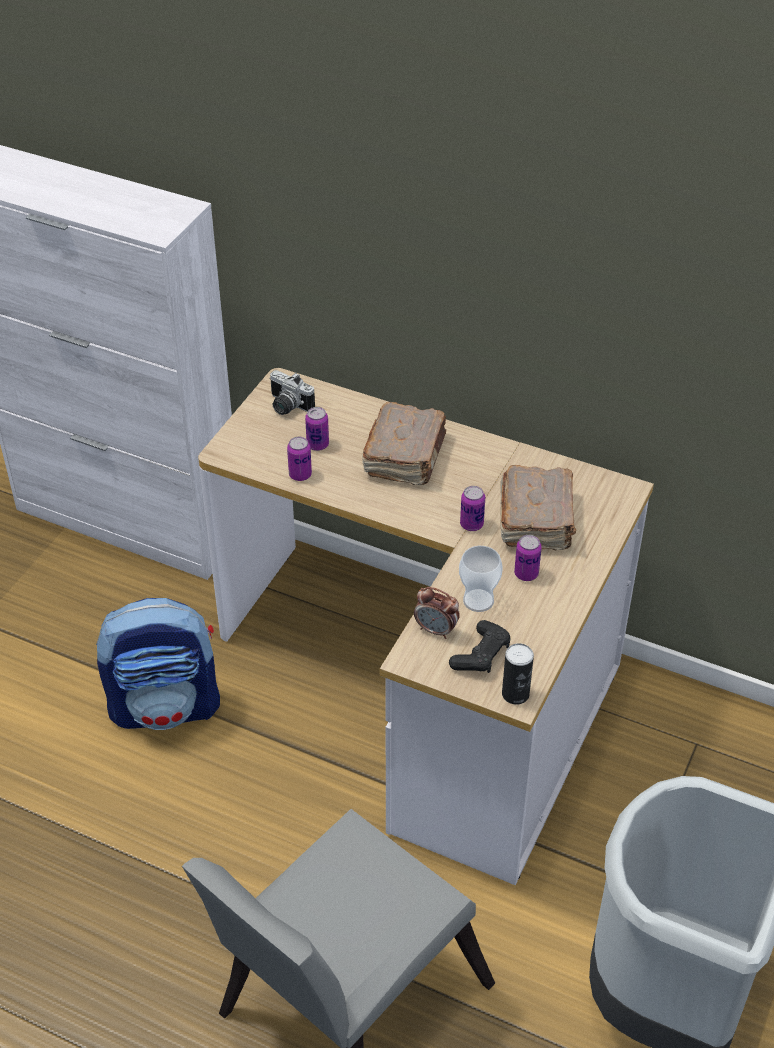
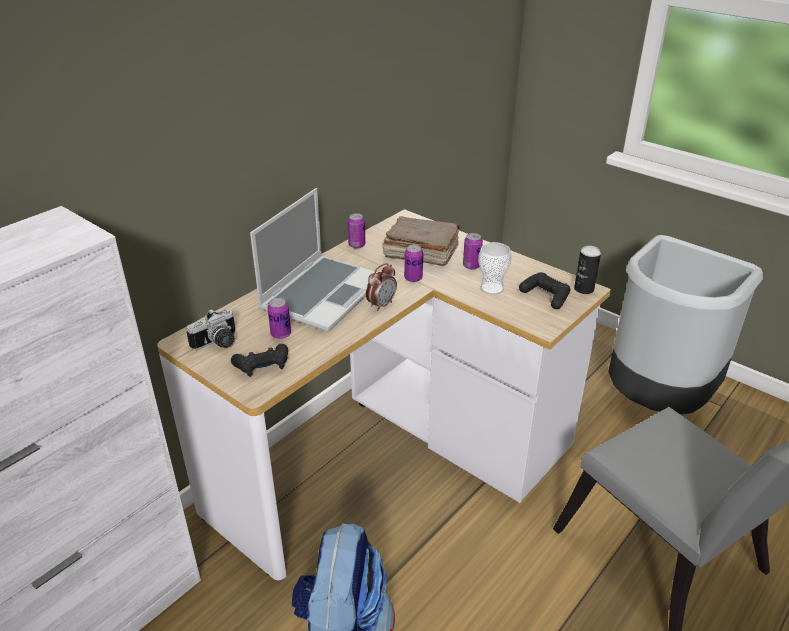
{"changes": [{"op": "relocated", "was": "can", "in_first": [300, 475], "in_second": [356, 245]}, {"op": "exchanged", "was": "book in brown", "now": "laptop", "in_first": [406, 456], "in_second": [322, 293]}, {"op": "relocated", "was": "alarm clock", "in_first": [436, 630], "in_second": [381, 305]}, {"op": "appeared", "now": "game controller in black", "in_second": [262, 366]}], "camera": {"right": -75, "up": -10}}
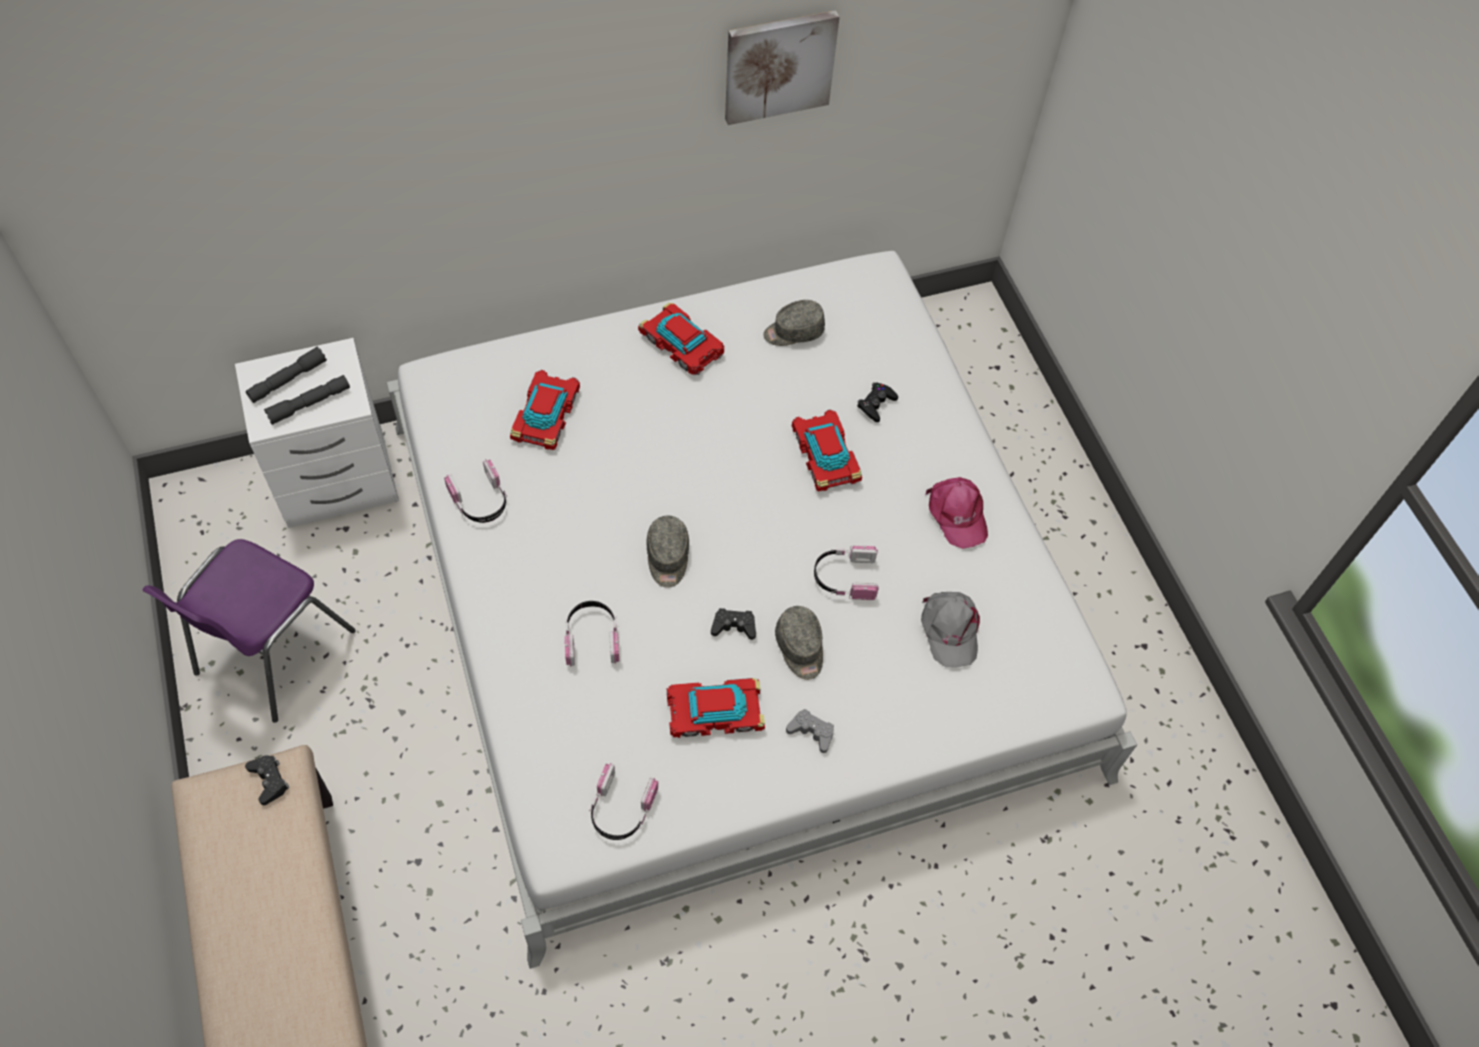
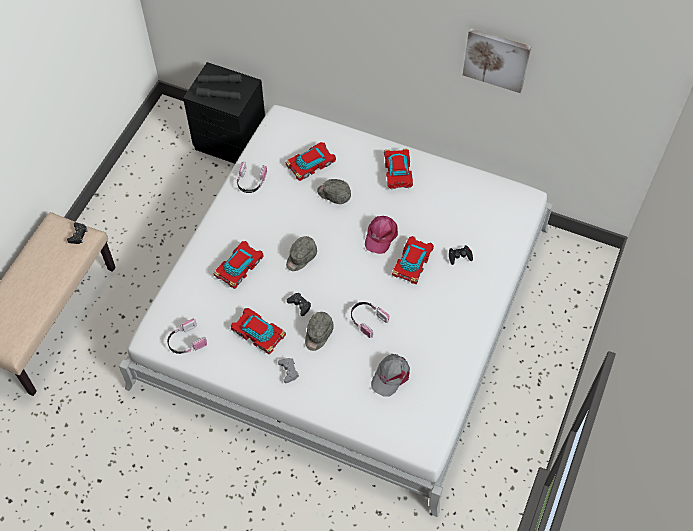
{"changes": [{"op": "missing", "was": "chair in purple", "in_first": [270, 654]}, {"op": "colour", "was": "nightstand in white", "now": "nightstand in black", "in_first": [339, 480], "in_second": [231, 143]}, {"op": "exchanged", "was": "headphones", "now": "toy car", "in_first": [592, 637], "in_second": [239, 267]}, {"op": "relocated", "was": "cap in grey", "in_first": [793, 332], "in_second": [333, 194]}, {"op": "relocated", "was": "cap in pink", "in_first": [957, 514], "in_second": [380, 235]}], "camera": {"right": 45, "up": 0}}
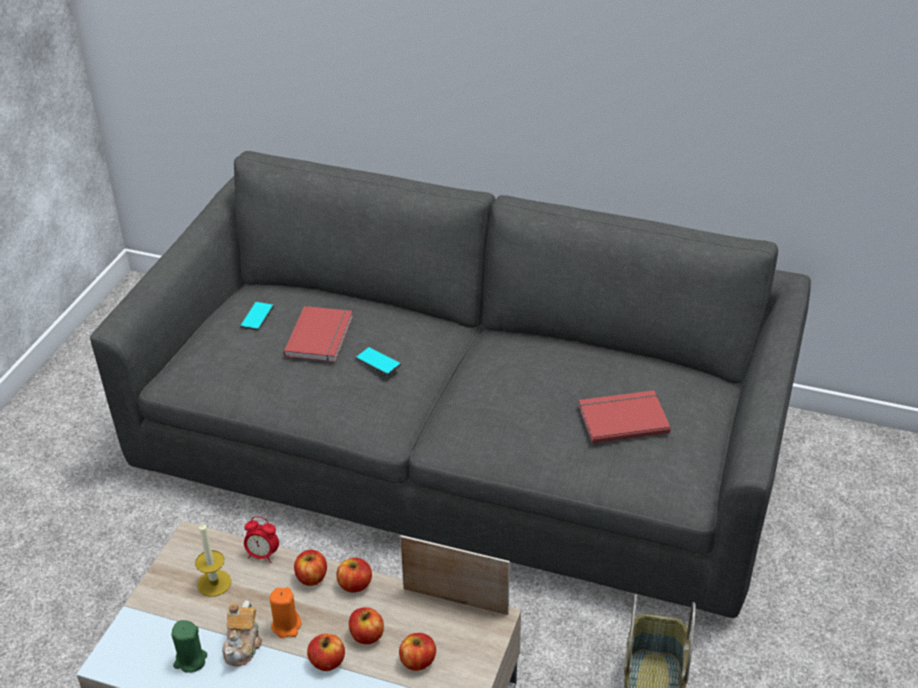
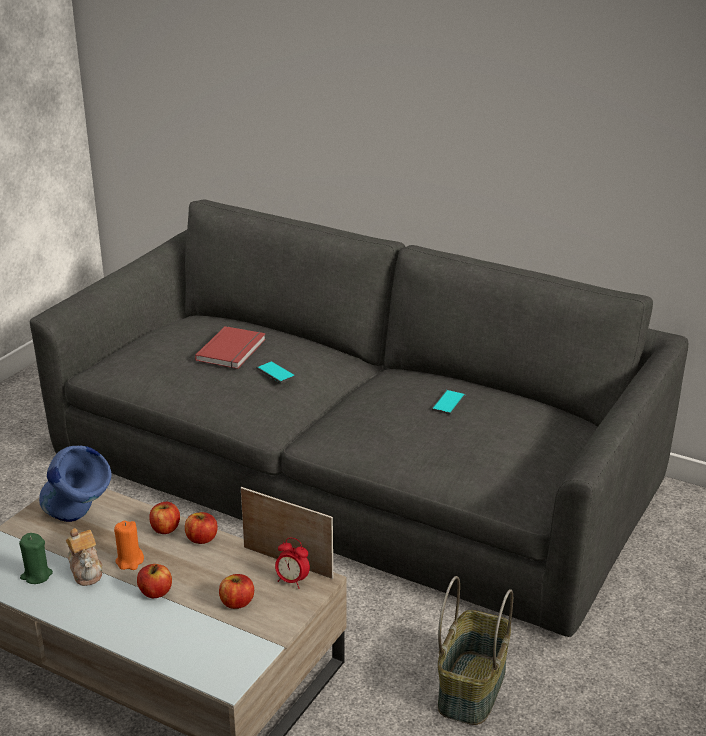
{"changes": [{"op": "exchanged", "was": "candle", "now": "vase in blue", "in_first": [214, 583], "in_second": [79, 522]}, {"op": "spun", "was": "teapot", "in_first": [243, 645], "in_second": [86, 570], "clockwise": -45}, {"op": "relocated", "was": "phone", "in_first": [257, 316], "in_second": [448, 402]}, {"op": "relocated", "was": "alarm clock", "in_first": [262, 555], "in_second": [292, 581]}, {"op": "missing", "was": "apple", "in_first": [366, 635]}, {"op": "missing", "was": "book in red", "in_first": [622, 418]}], "camera": {"right": 10, "up": -10}}
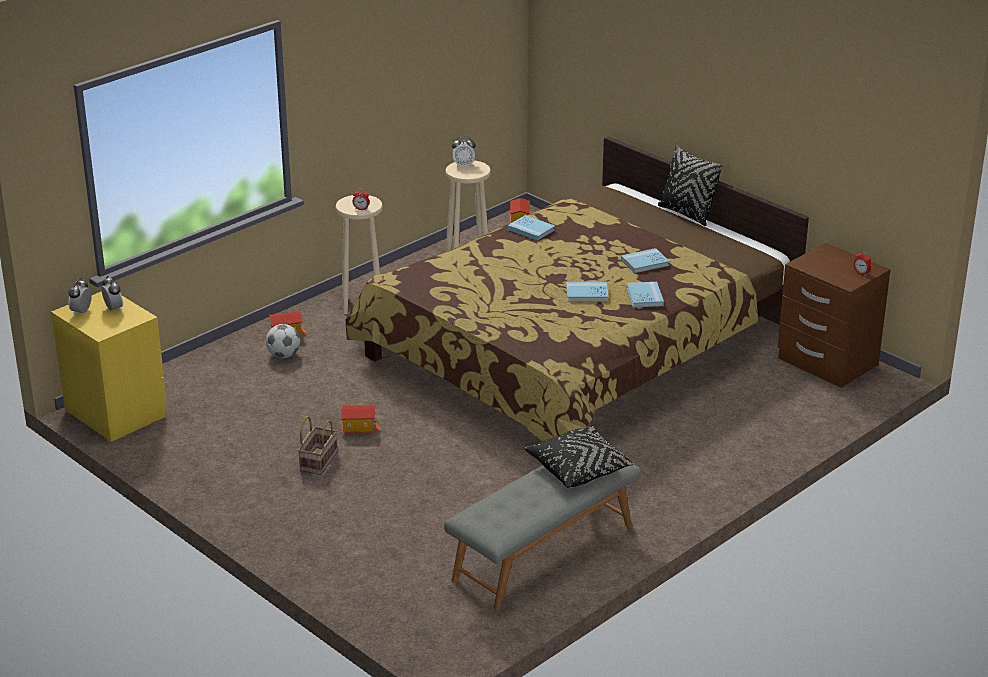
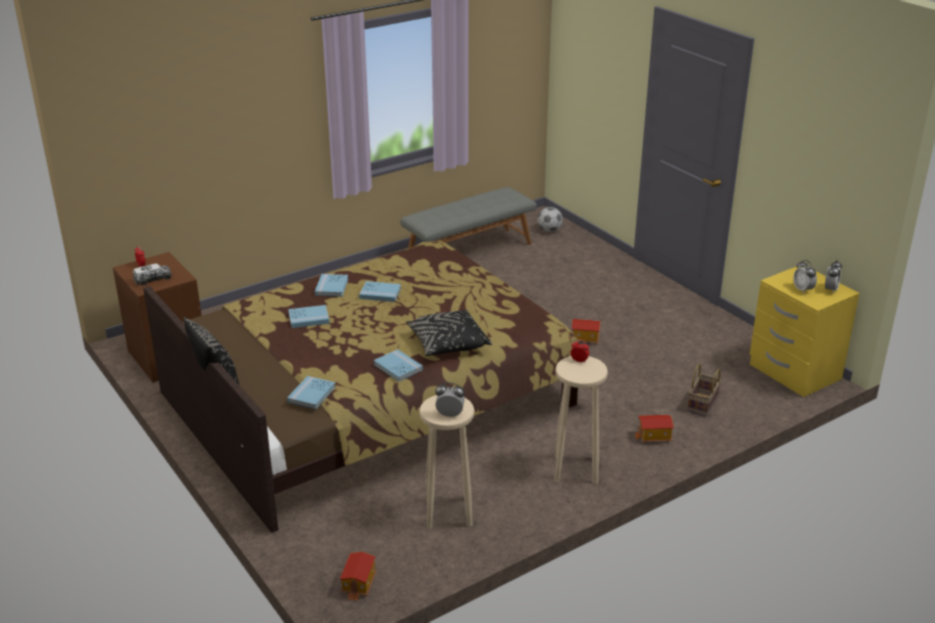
{"changes": [{"op": "relocated", "was": "football", "in_first": [283, 355], "in_second": [549, 230]}, {"op": "relocated", "was": "basket", "in_first": [318, 460], "in_second": [703, 405]}, {"op": "relocated", "was": "pillow in black", "in_first": [579, 468], "in_second": [448, 344]}, {"op": "appeared", "now": "toy truck", "in_second": [153, 279]}, {"op": "appeared", "now": "book in blue", "in_second": [311, 394]}], "camera": {"right": -170, "up": 0}}
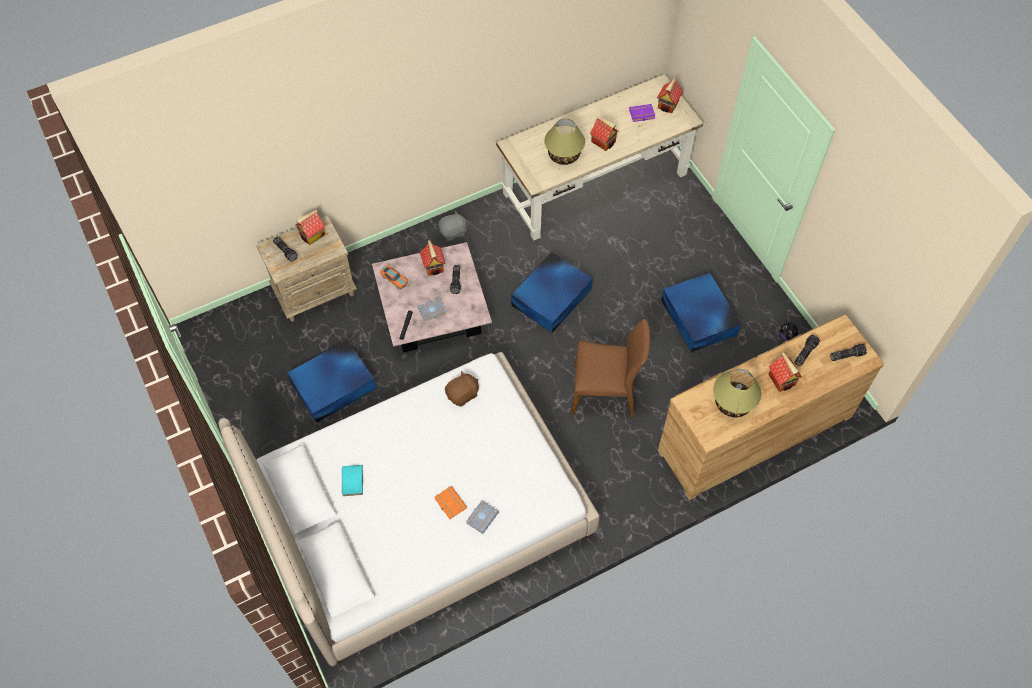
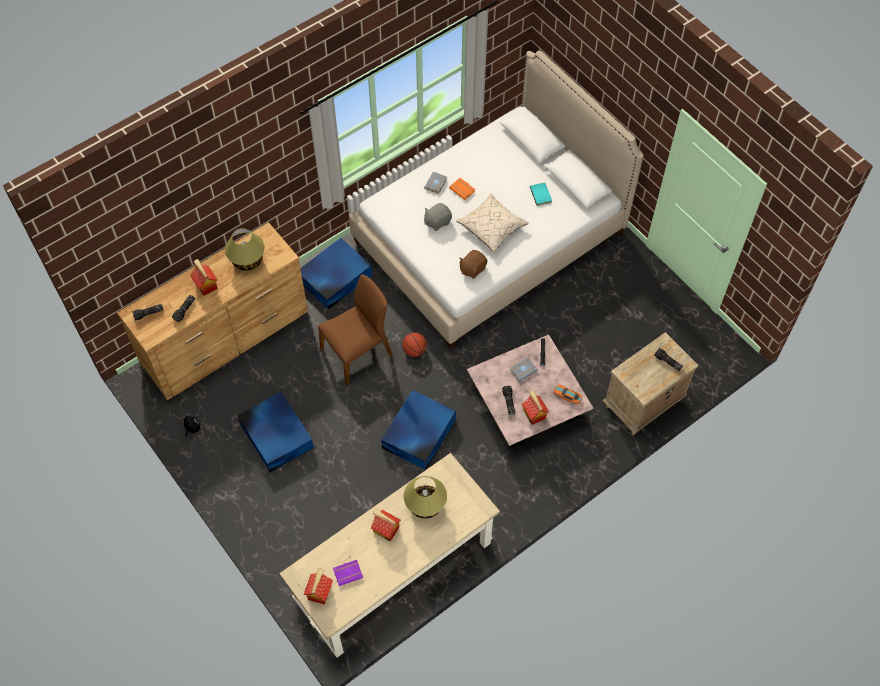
{"changes": [{"op": "relocated", "was": "storage box in blue", "in_first": [334, 385], "in_second": [334, 278]}, {"op": "missing", "was": "toy house", "in_first": [312, 235]}, {"op": "relocated", "was": "plush toy in grey", "in_first": [453, 232], "in_second": [437, 221]}, {"op": "spun", "was": "chair in brown", "in_first": [605, 392], "in_second": [357, 352], "clockwise": 150}, {"op": "appeared", "now": "basketball", "in_second": [414, 350]}, {"op": "appeared", "now": "pillow in beige", "in_second": [492, 227]}], "camera": {"right": 170, "up": 0}}
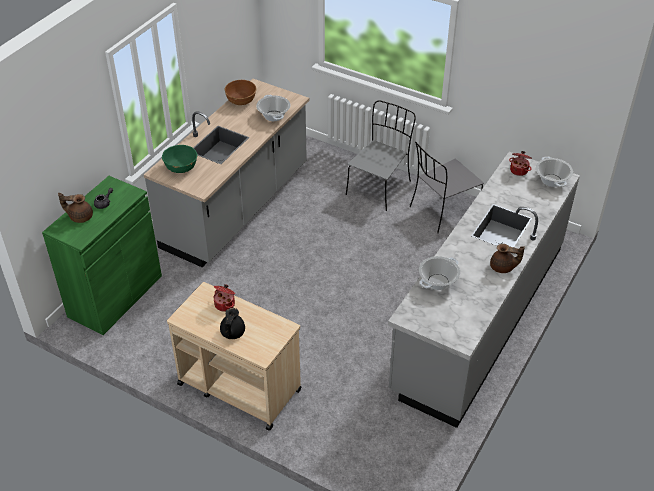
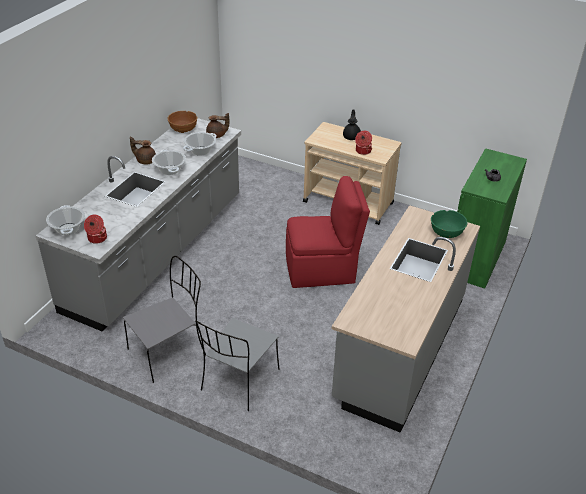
{"changes": [{"op": "relocated", "was": "teapot in brown", "in_first": [80, 216], "in_second": [217, 135]}, {"op": "relocated", "was": "bowl in brown", "in_first": [241, 101], "in_second": [183, 129]}, {"op": "relocated", "was": "cooking pot", "in_first": [273, 116], "in_second": [170, 170]}, {"op": "appeared", "now": "chair in red", "in_second": [322, 270]}], "camera": {"right": 175, "up": -5}}
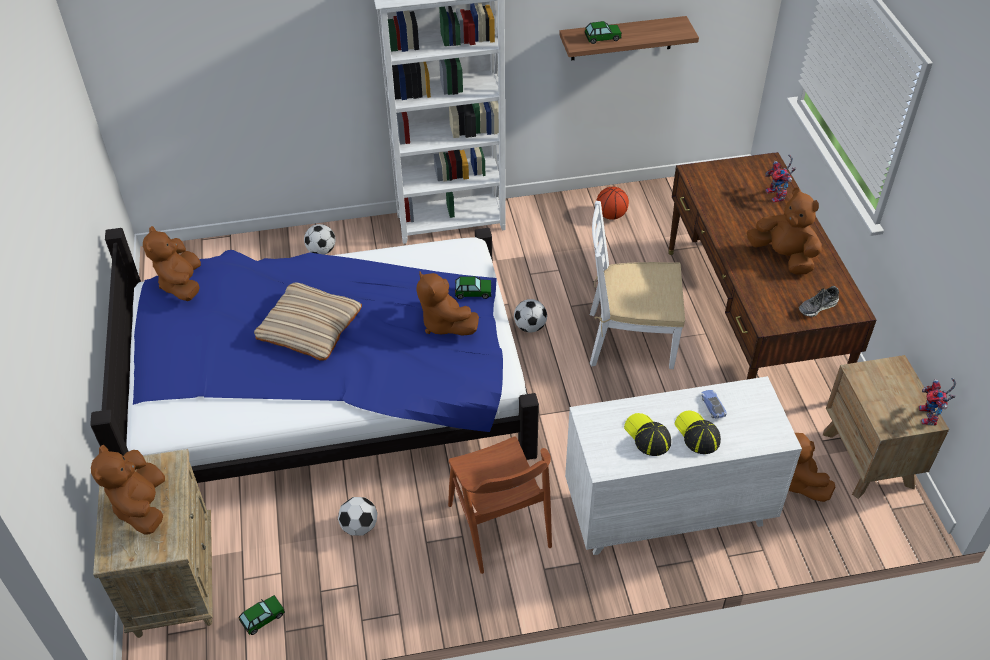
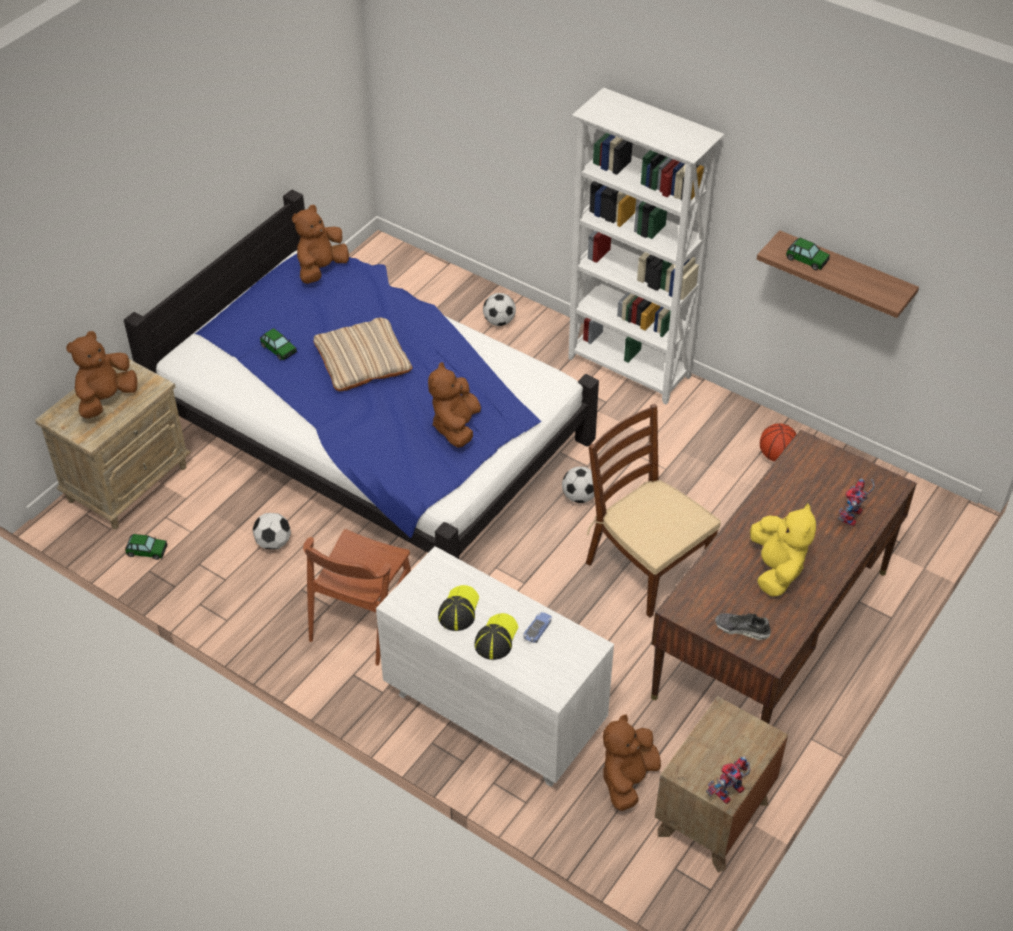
{"changes": [{"op": "relocated", "was": "toy car", "in_first": [473, 292], "in_second": [279, 349]}, {"op": "colour", "was": "chair in white", "now": "chair in brown", "in_first": [629, 340], "in_second": [646, 567]}, {"op": "colour", "was": "plush toy in brown", "now": "plush toy in yellow", "in_first": [783, 257], "in_second": [776, 569]}], "camera": {"right": 45, "up": 0}}
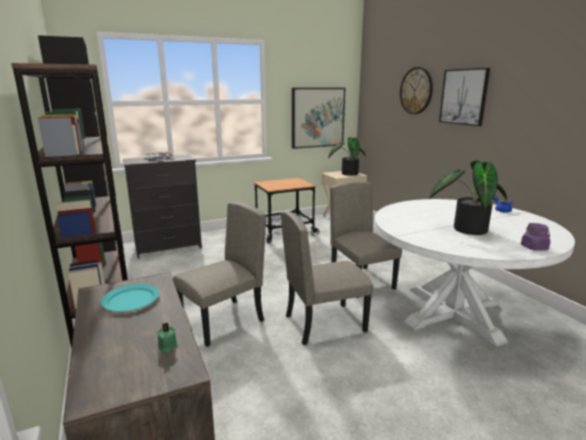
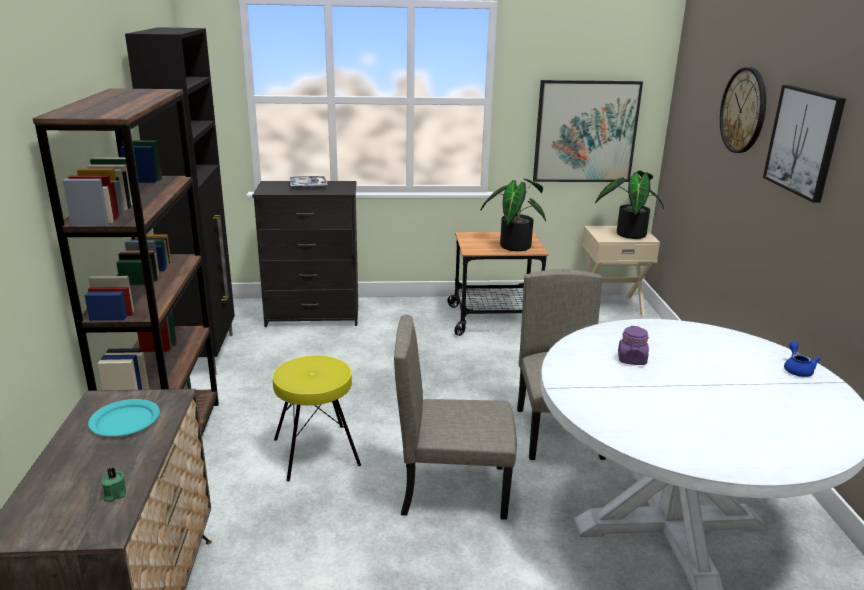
{"changes": [{"op": "exchanged", "was": "chair in beige", "now": "stool in yellow", "in_first": [222, 322], "in_second": [317, 452]}, {"op": "relocated", "was": "potted plant", "in_first": [466, 229], "in_second": [513, 245]}, {"op": "relocated", "was": "jar in purple", "in_first": [534, 247], "in_second": [631, 360]}], "camera": {"right": 20, "up": 5}}
